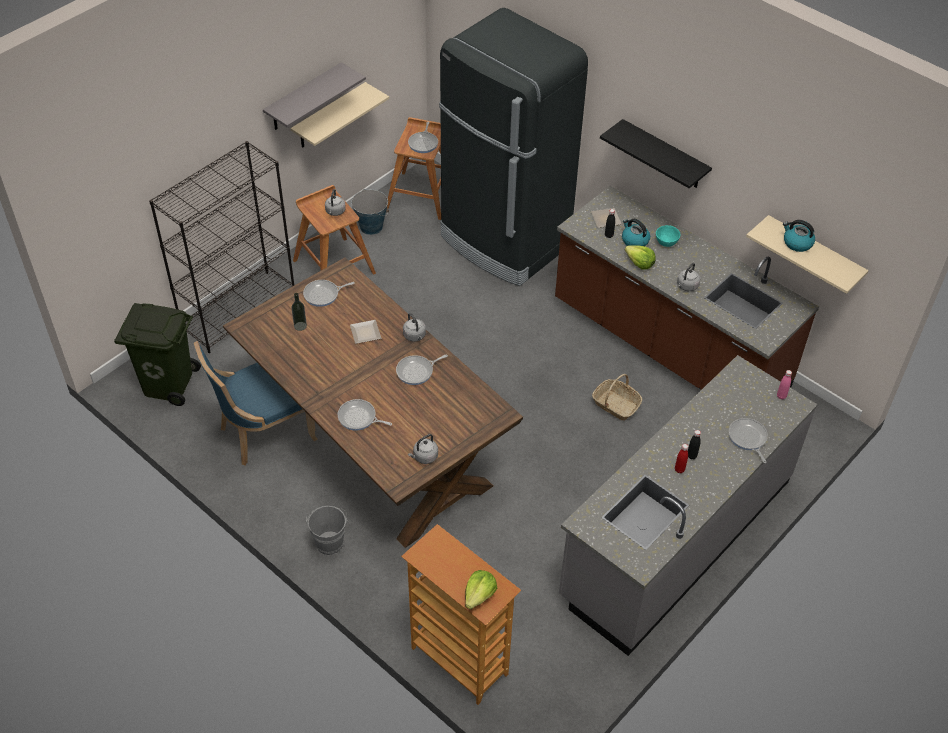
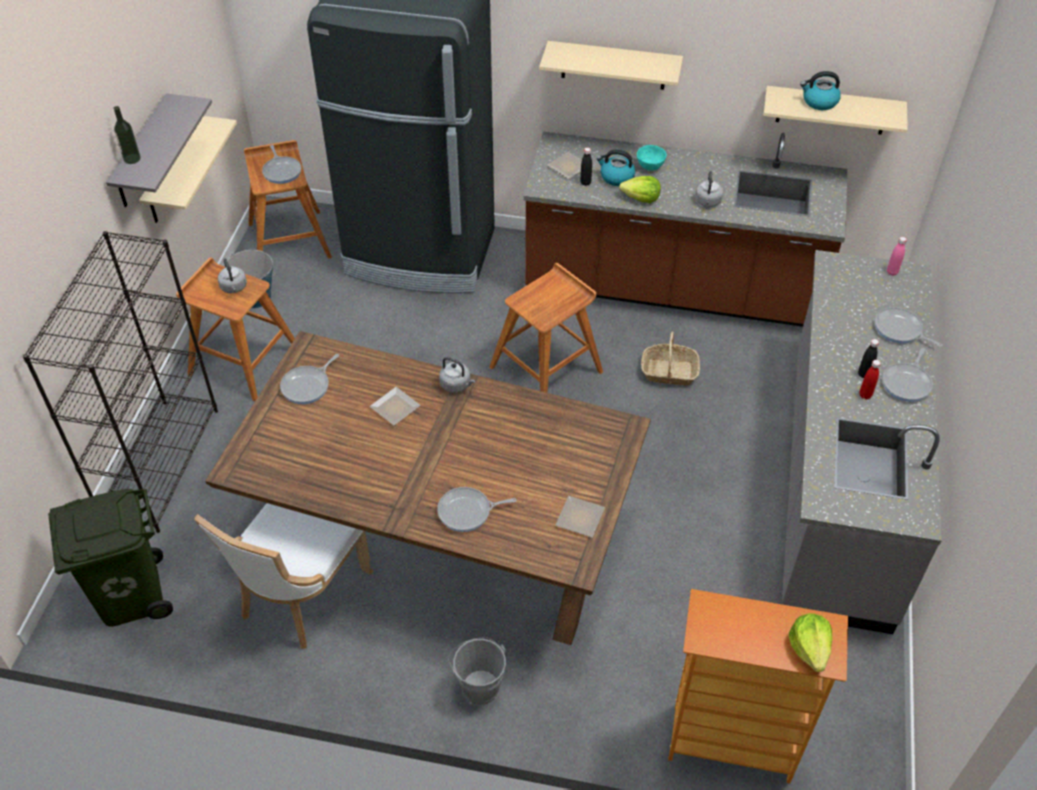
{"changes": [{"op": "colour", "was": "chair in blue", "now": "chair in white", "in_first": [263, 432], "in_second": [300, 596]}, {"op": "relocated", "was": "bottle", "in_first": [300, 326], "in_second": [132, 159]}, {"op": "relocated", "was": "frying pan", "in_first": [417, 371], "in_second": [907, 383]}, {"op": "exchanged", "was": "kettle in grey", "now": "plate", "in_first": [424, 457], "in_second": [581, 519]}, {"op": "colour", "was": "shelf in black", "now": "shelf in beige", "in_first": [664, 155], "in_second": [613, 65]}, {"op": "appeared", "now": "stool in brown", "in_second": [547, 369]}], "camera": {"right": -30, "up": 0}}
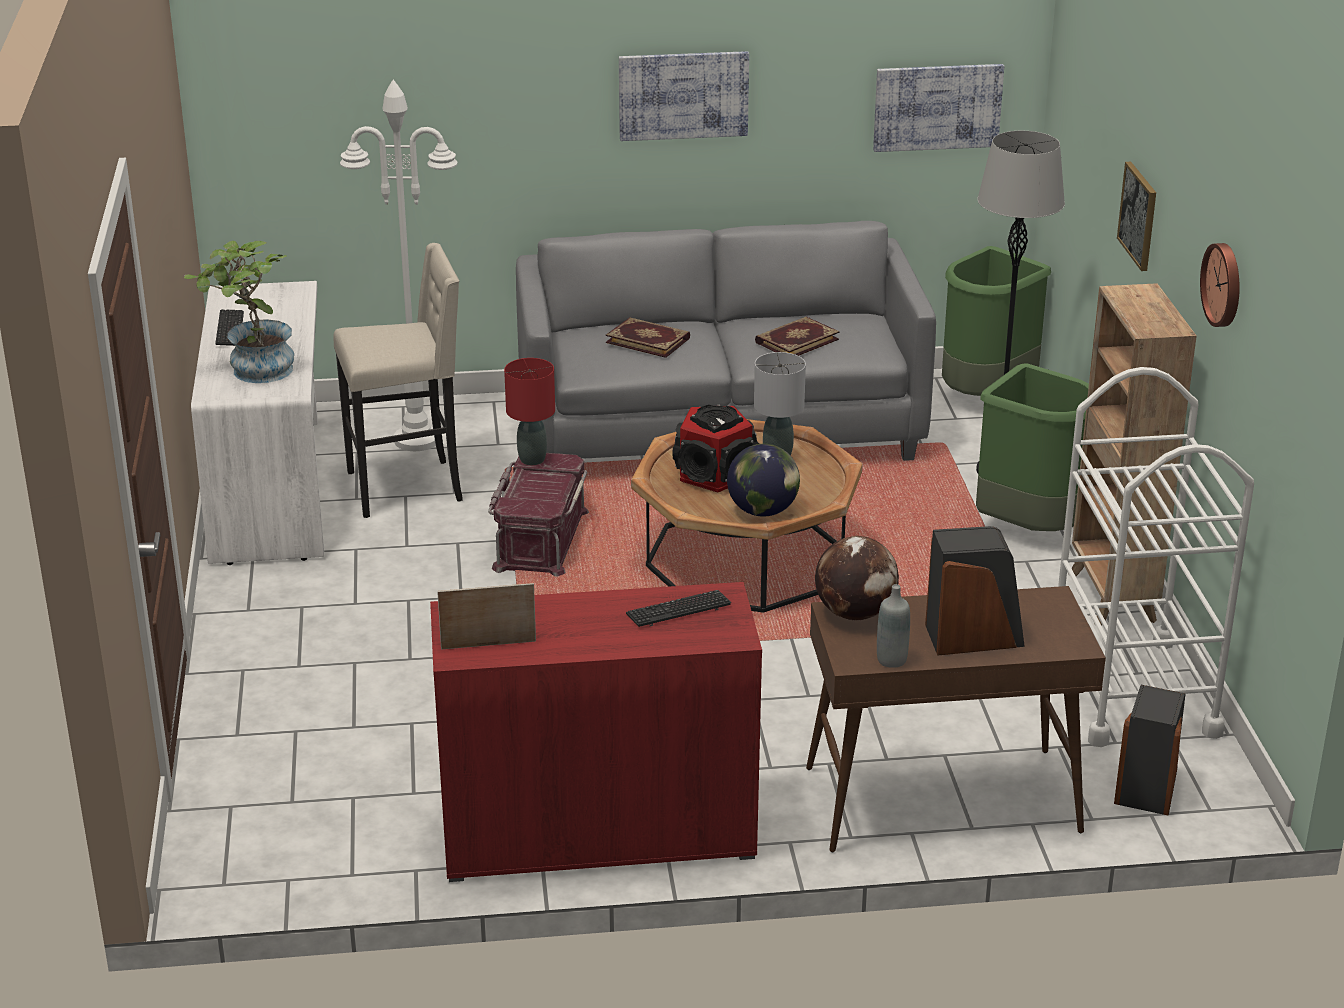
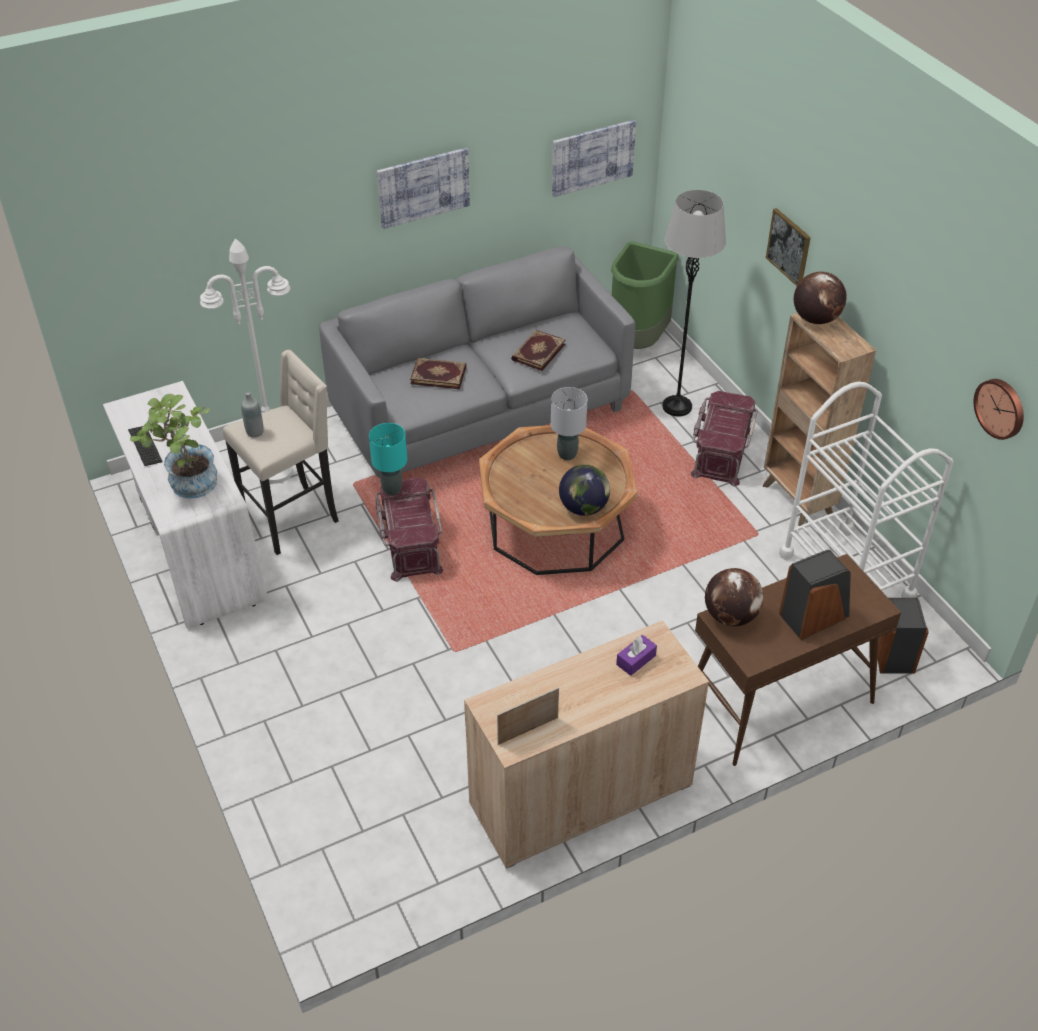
{"changes": [{"op": "colour", "was": "cabinet in red", "now": "cabinet in beige", "in_first": [597, 832], "in_second": [580, 795]}, {"op": "colour", "was": "table lamp in red", "now": "table lamp in turquoise", "in_first": [532, 460], "in_second": [392, 490]}, {"op": "exchanged", "was": "keyboard", "now": "tissue box in purple", "in_first": [678, 610], "in_second": [636, 660]}, {"op": "missing", "was": "speaker", "in_first": [714, 474]}, {"op": "relocated", "was": "bottle in grey", "in_first": [891, 660], "in_second": [255, 432]}, {"op": "exchanged", "was": "trash can in green", "now": "storage box in red", "in_first": [1030, 528], "in_second": [720, 452]}, {"op": "relocated", "was": "wall clock", "in_first": [1224, 284], "in_second": [1001, 408]}, {"op": "appeared", "now": "globe", "in_second": [815, 319]}], "camera": {"right": -20, "up": 15}}
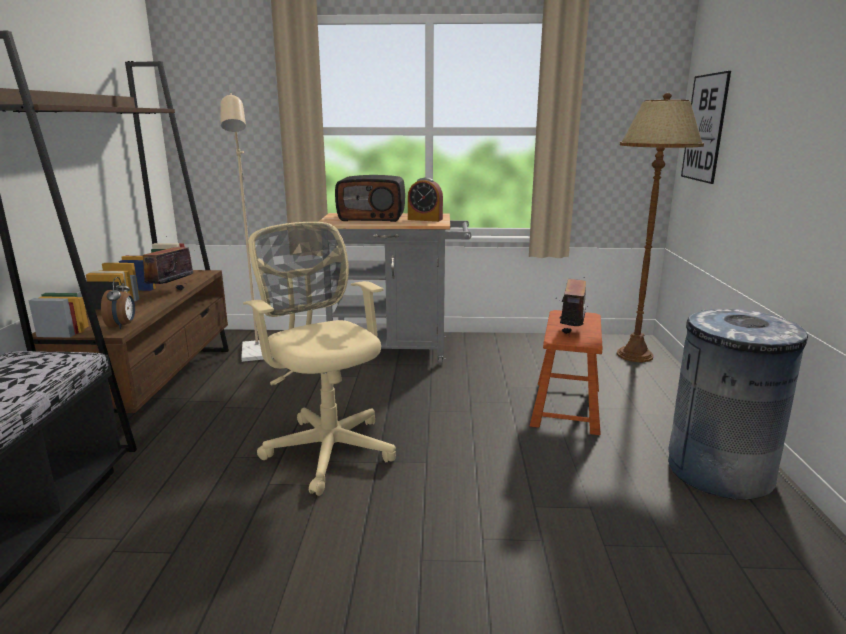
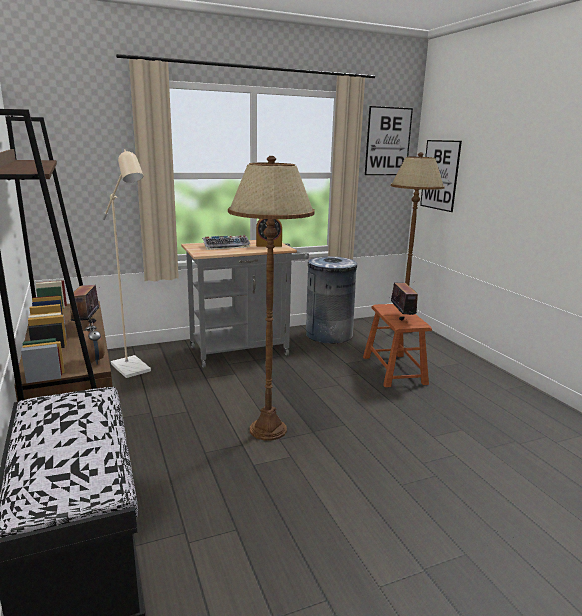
{"changes": [{"op": "exchanged", "was": "office chair in beige", "now": "floor lamp in brown", "in_first": [327, 447], "in_second": [268, 429]}, {"op": "exchanged", "was": "radio", "now": "keyboard", "in_first": [372, 217], "in_second": [226, 246]}, {"op": "relocated", "was": "trash can in grey", "in_first": [718, 471], "in_second": [328, 335]}, {"op": "appeared", "now": "picture", "in_second": [388, 141]}], "camera": {"right": -25, "up": 0}}
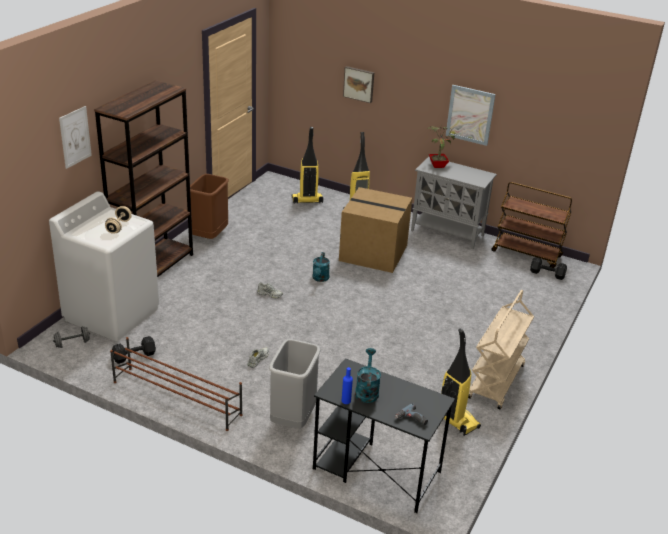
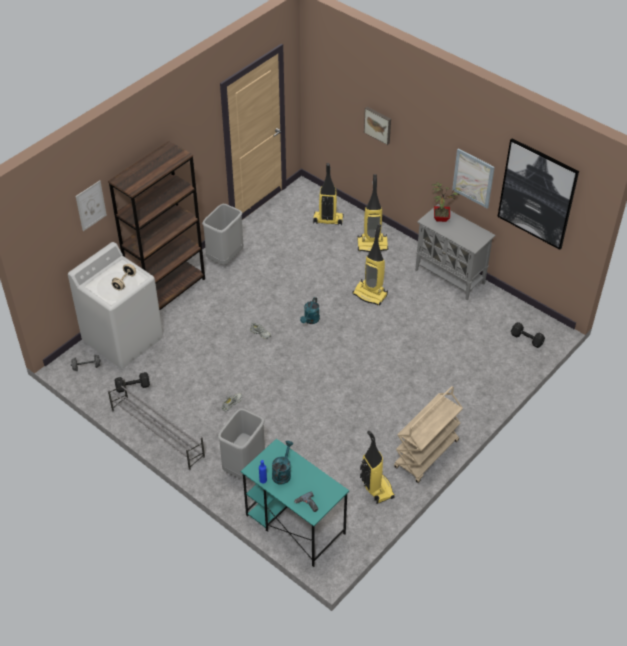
{"changes": [{"op": "colour", "was": "shoe rack in brown", "now": "shoe rack in grey", "in_first": [176, 398], "in_second": [157, 433]}, {"op": "colour", "was": "trash can in brown", "now": "trash can in grey", "in_first": [209, 236], "in_second": [225, 257]}, {"op": "colour", "was": "desk in black", "now": "desk in turquoise", "in_first": [375, 470], "in_second": [294, 524]}, {"op": "exchanged", "was": "cardboard box", "now": "vacuum cleaner", "in_first": [374, 252], "in_second": [370, 294]}, {"op": "missing", "was": "cart in brown", "in_first": [527, 254]}, {"op": "appeared", "now": "picture", "in_second": [537, 194]}], "camera": {"right": 15, "up": 15}}
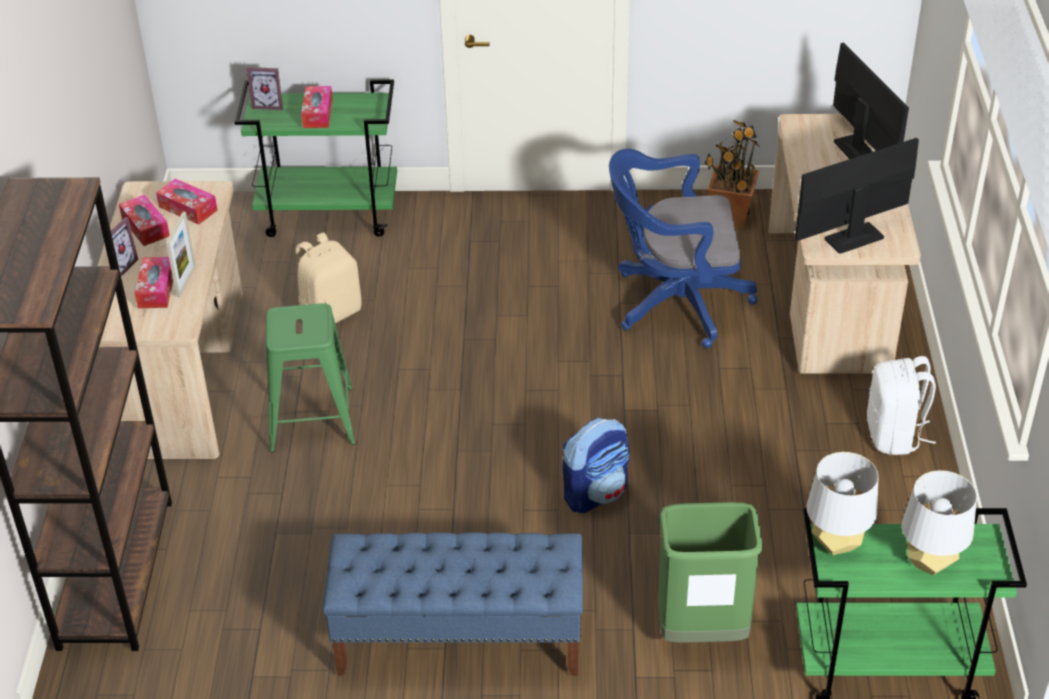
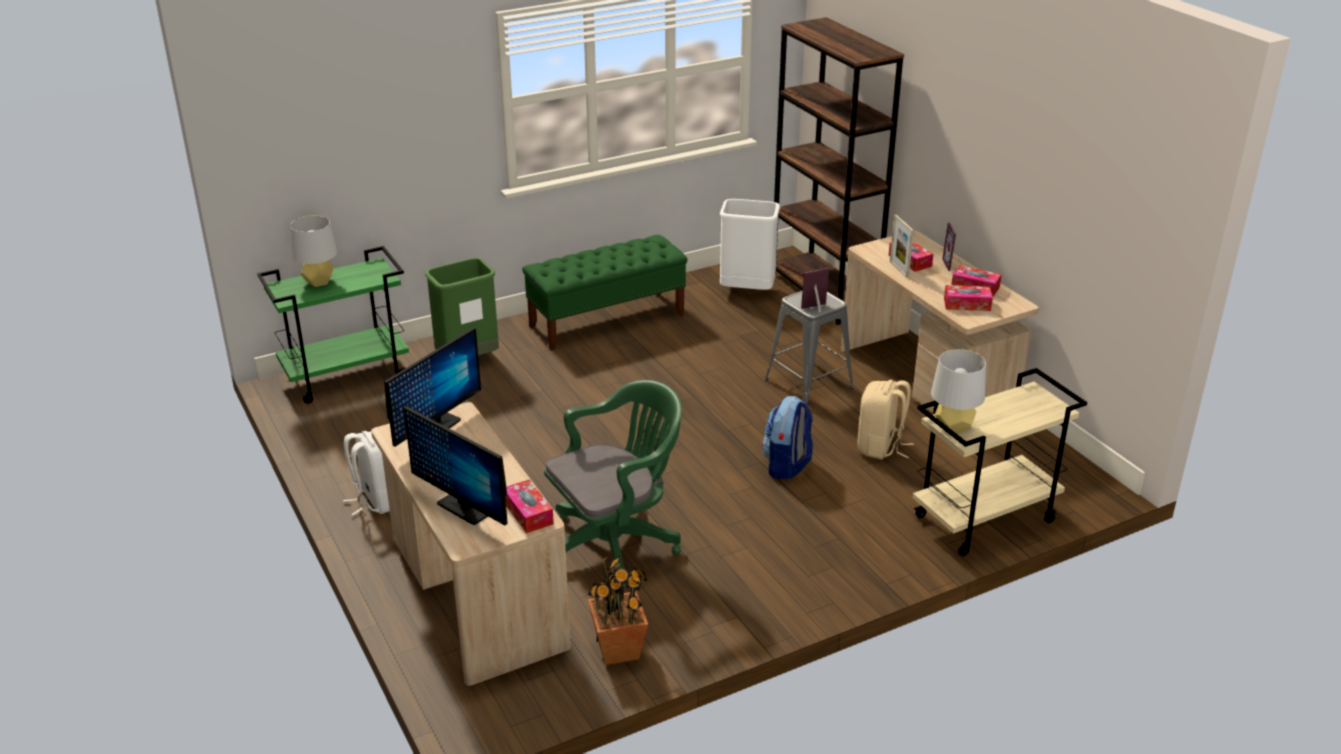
{"changes": [{"op": "colour", "was": "cart in green", "now": "cart in beige", "in_first": [330, 214], "in_second": [984, 520]}, {"op": "relocated", "was": "picture frame", "in_first": [269, 104], "in_second": [816, 309]}, {"op": "colour", "was": "stool in green", "now": "stool in grey", "in_first": [311, 419], "in_second": [809, 384]}, {"op": "relocated", "was": "tissue box", "in_first": [317, 113], "in_second": [528, 513]}, {"op": "colour", "was": "bench in blue", "now": "bench in green", "in_first": [458, 640], "in_second": [607, 320]}, {"op": "relocated", "was": "backpack", "in_first": [596, 493], "in_second": [787, 466]}, {"op": "colour", "was": "office chair in blue", "now": "office chair in green", "in_first": [673, 303], "in_second": [616, 544]}, {"op": "relocated", "was": "table lamp in grey", "in_first": [836, 543], "in_second": [953, 427]}, {"op": "appeared", "now": "trash can in white", "in_second": [747, 292]}], "camera": {"right": 150, "up": -10}}
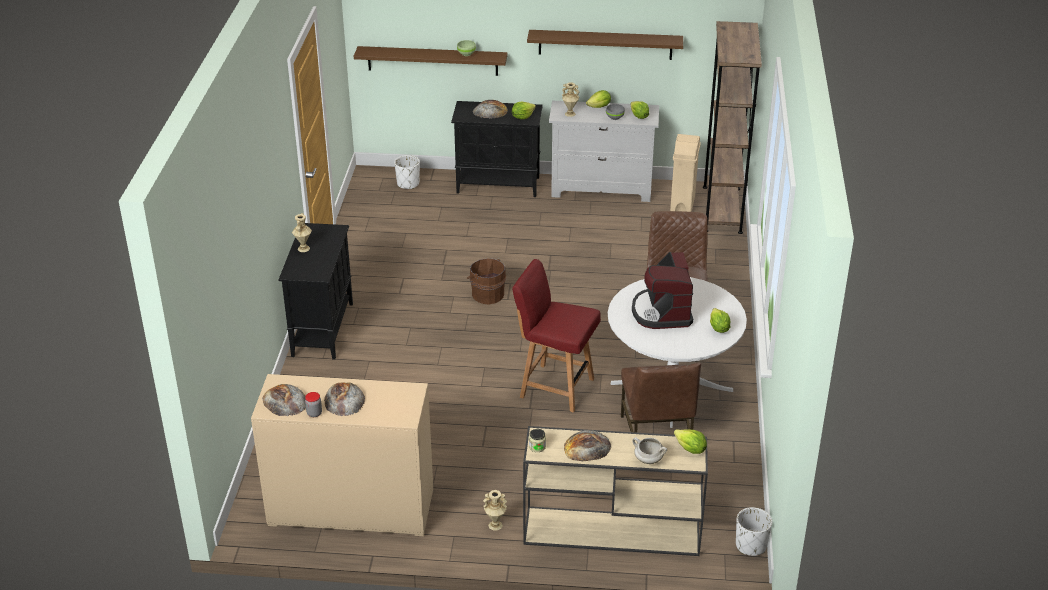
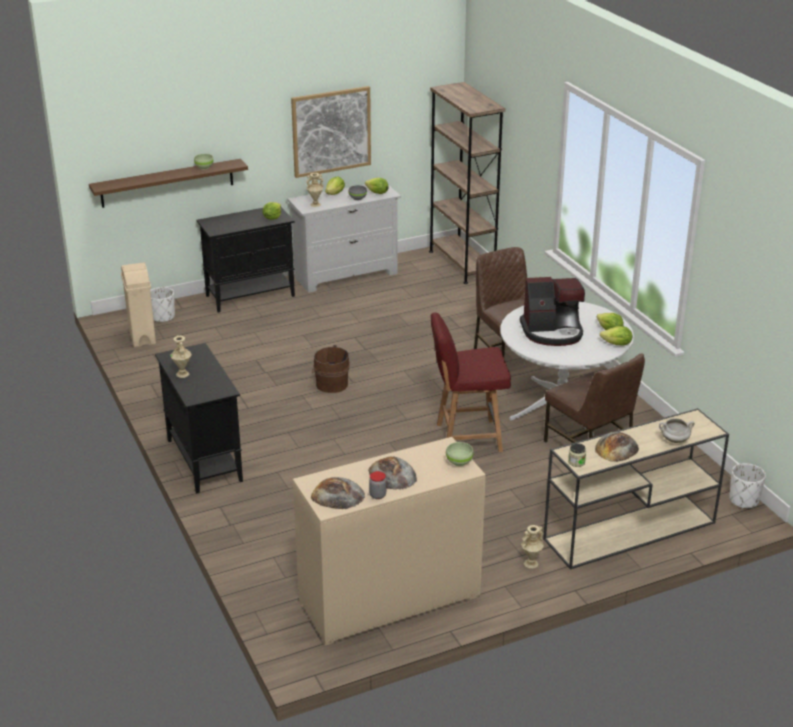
{"changes": [{"op": "missing", "was": "bread", "in_first": [490, 111]}, {"op": "exchanged", "was": "shelf in brown", "now": "picture", "in_first": [605, 44], "in_second": [331, 131]}, {"op": "spun", "was": "coffee machine", "in_first": [662, 312], "in_second": [552, 332], "clockwise": -60}, {"op": "relocated", "was": "trash can in beige", "in_first": [682, 204], "in_second": [142, 338]}, {"op": "relocated", "was": "lettuce", "in_first": [690, 449], "in_second": [617, 344]}, {"op": "appeared", "now": "bowl in green", "in_second": [459, 462]}], "camera": {"right": -30, "up": -5}}
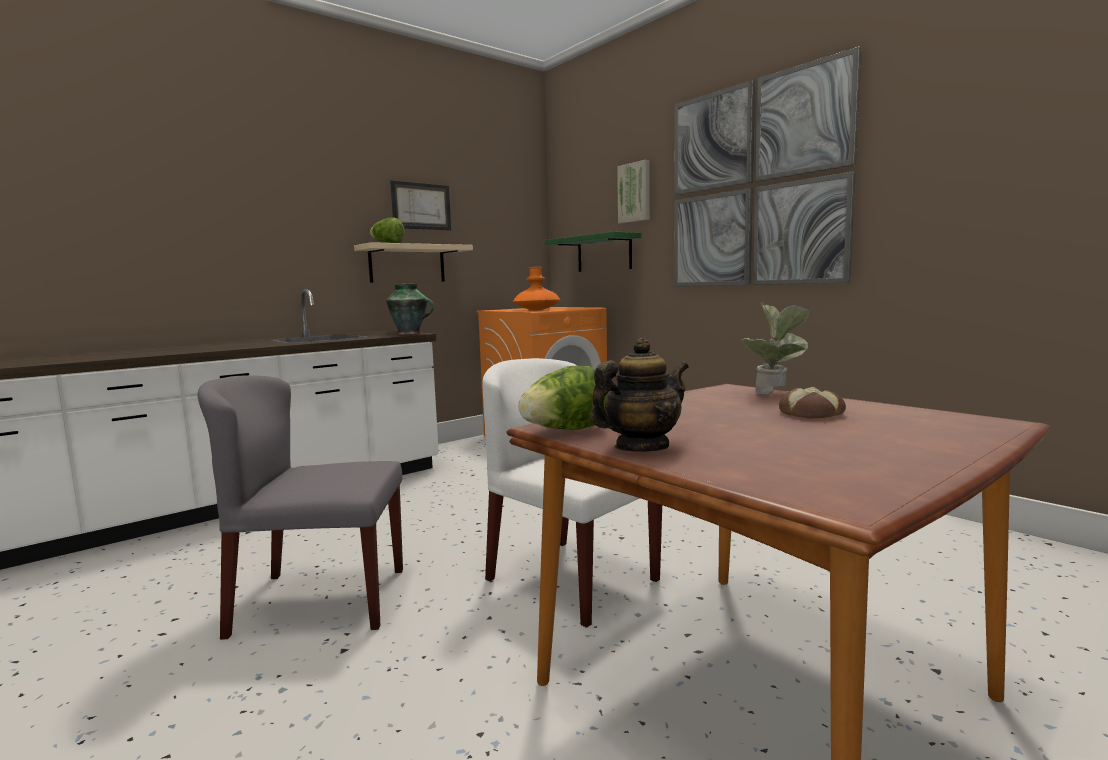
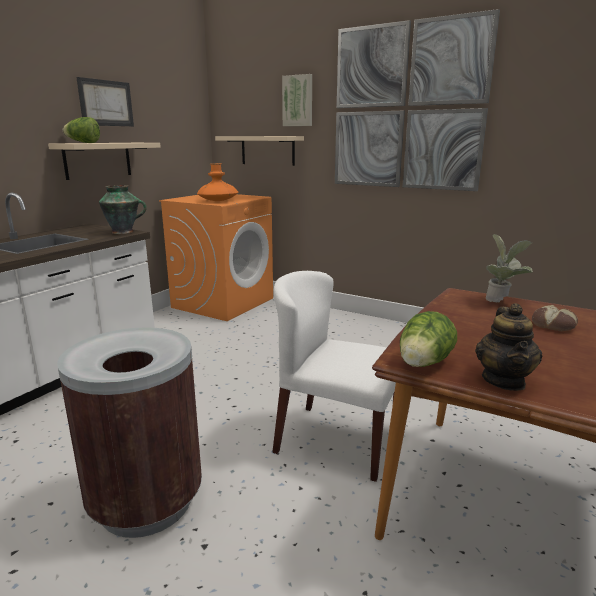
{"changes": [{"op": "exchanged", "was": "chair in grey", "now": "trash can in brown", "in_first": [319, 601], "in_second": [146, 502]}, {"op": "colour", "was": "shelf in green", "now": "shelf in beige", "in_first": [604, 253], "in_second": [267, 150]}, {"op": "spun", "was": "teapot", "in_first": [641, 447], "in_second": [504, 380], "clockwise": 150}], "camera": {"right": -20, "up": 10}}
